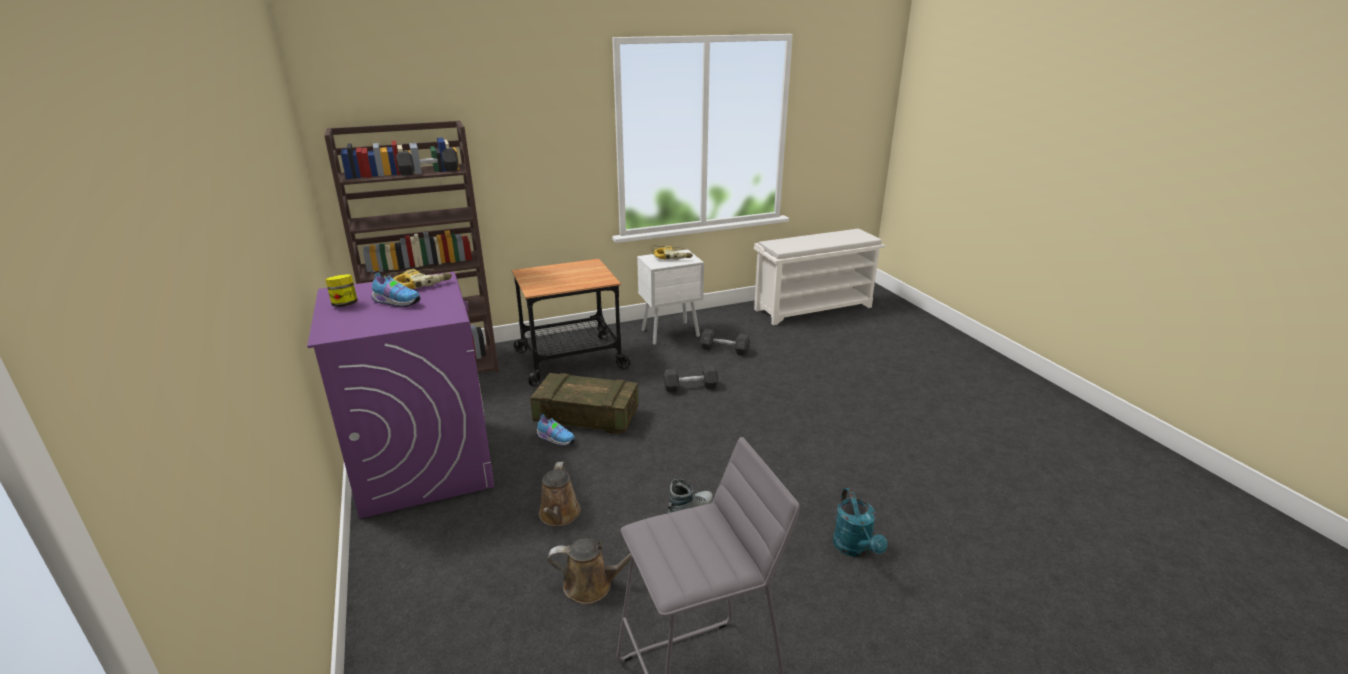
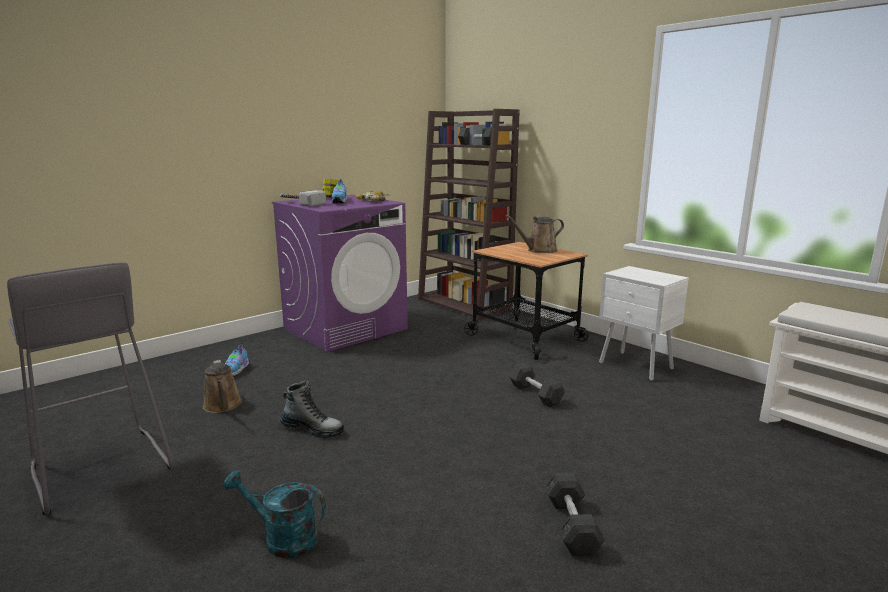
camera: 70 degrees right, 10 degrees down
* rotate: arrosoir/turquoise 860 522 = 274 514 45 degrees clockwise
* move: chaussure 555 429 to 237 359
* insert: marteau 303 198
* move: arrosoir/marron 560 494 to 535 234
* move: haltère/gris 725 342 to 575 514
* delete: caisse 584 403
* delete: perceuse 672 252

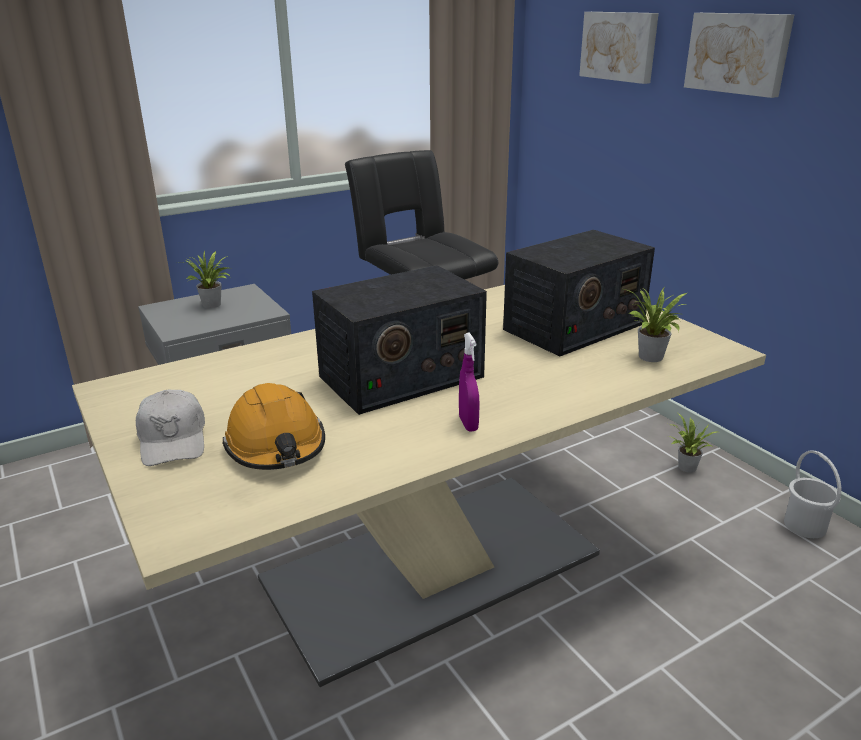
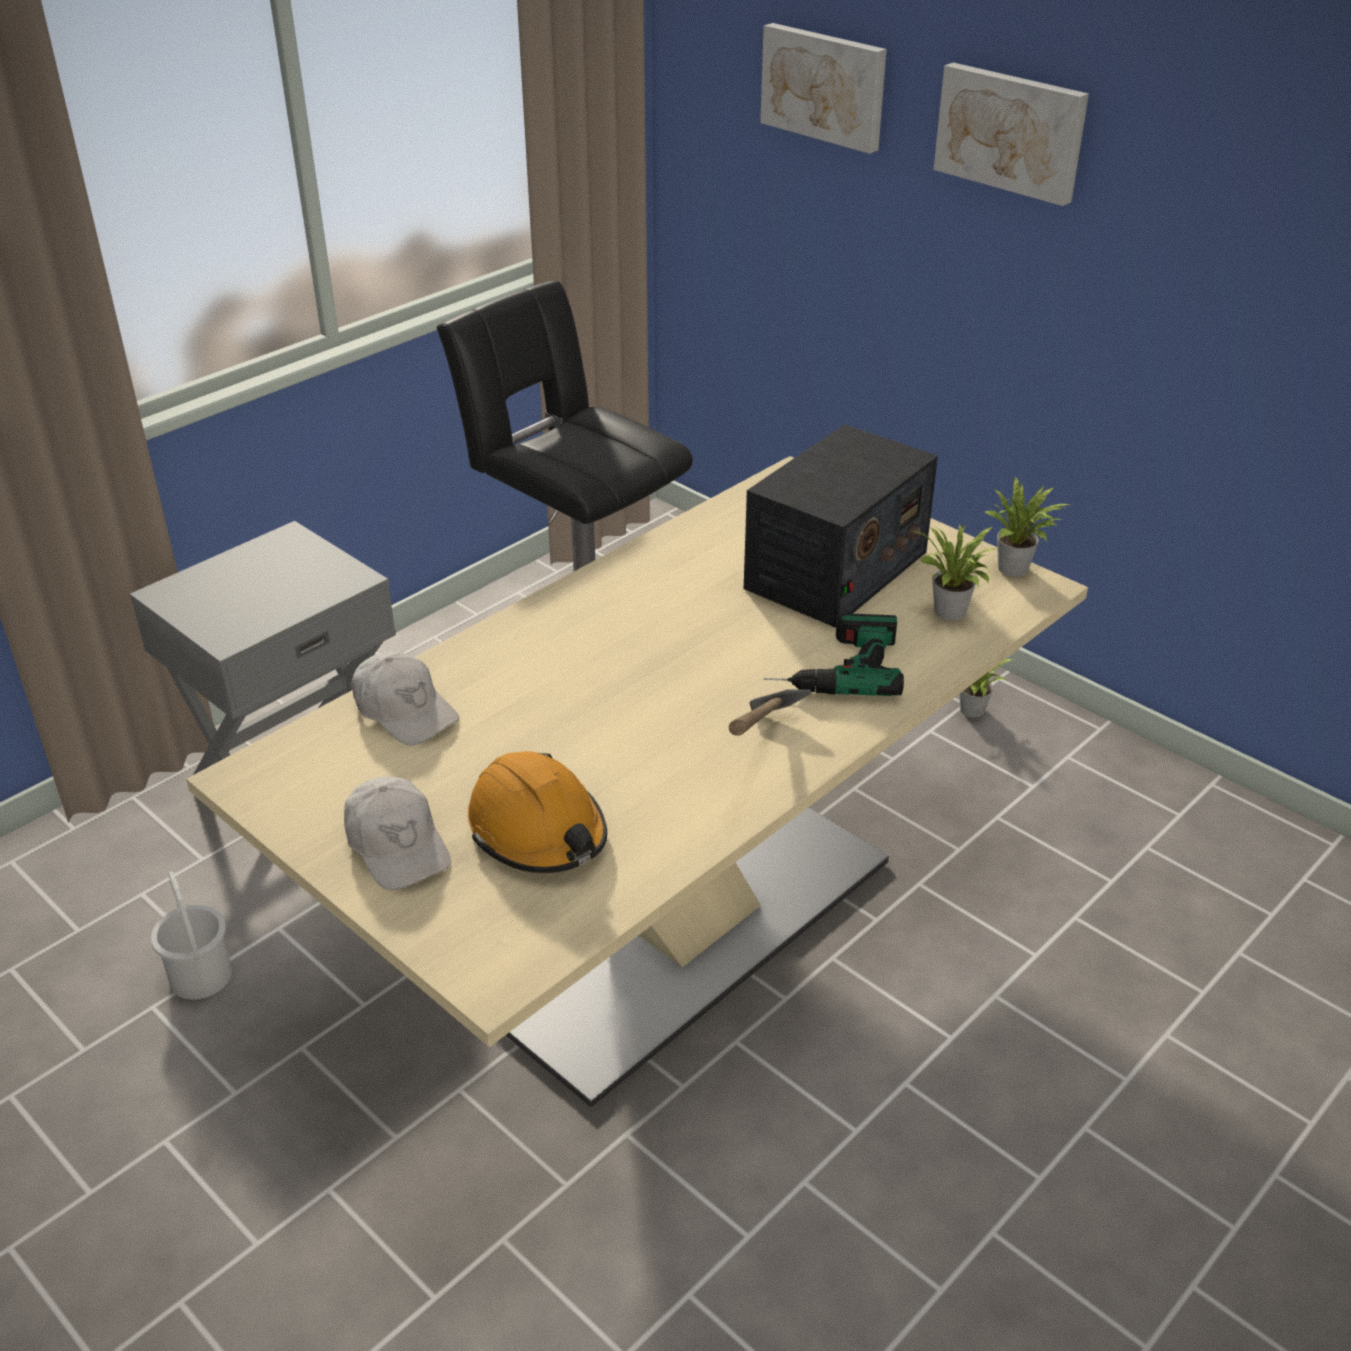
camera: 15 degrees left, 10 degrees up
* move: seau/blanc 812 494 to 191 935
* insert: casquette/blanc 405 698
* replace: vaporisateur/violet 469 382 to marteau 770 712
* insert: perceuse 834 654
* move: plante en pot 207 279 to 1028 527
* delete: radio 399 340

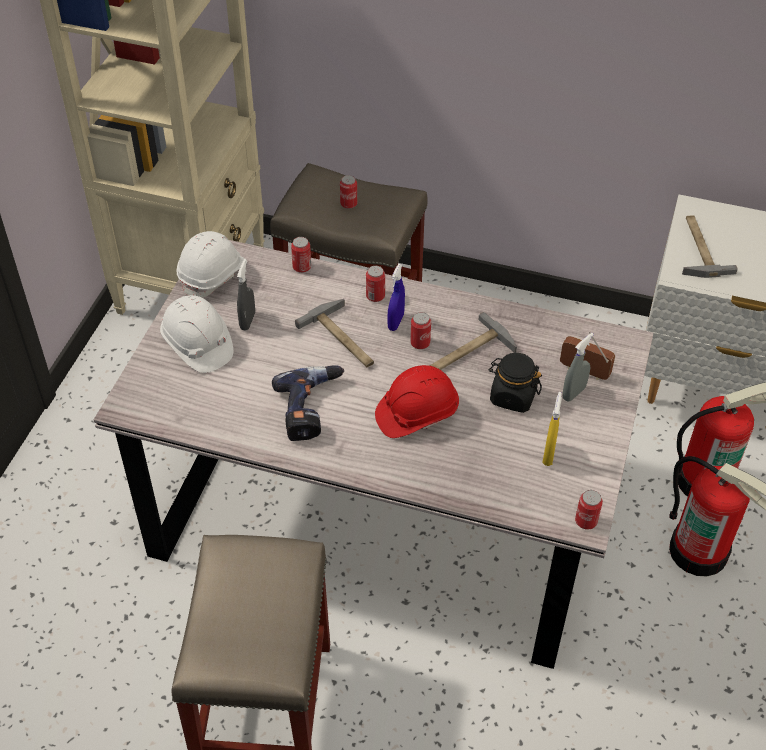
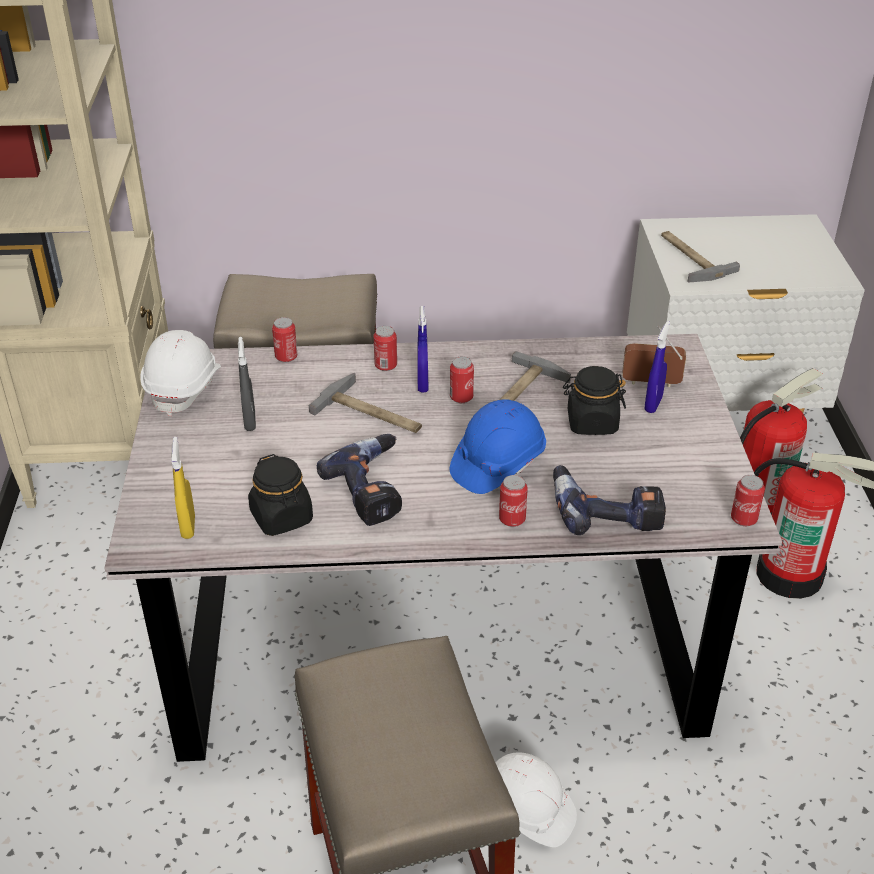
camera: 20 degrees left, 10 degrees down
* move: vaporisateur/jaune 552 429 to 183 488
* insert: bocal/noir 280 495
* recolor: casque de chantier/rouge 417 401 to casque de chantier/bleu 498 446
* move: casque de chantier/blanc 196 334 to 536 800
* move: boîte métallique 348 192 to 513 501
* insert: perceuse 609 500
* recolor: vaporisateur/gris 578 367 to vaporisateur/bleu 657 367

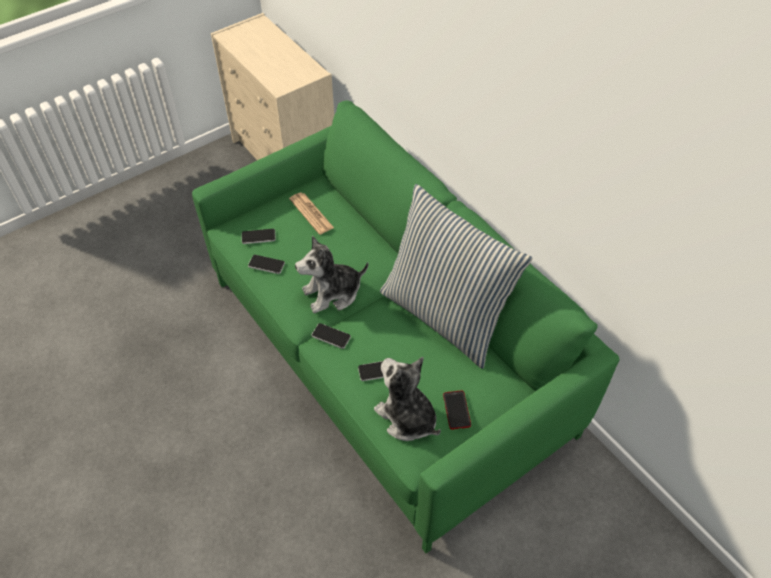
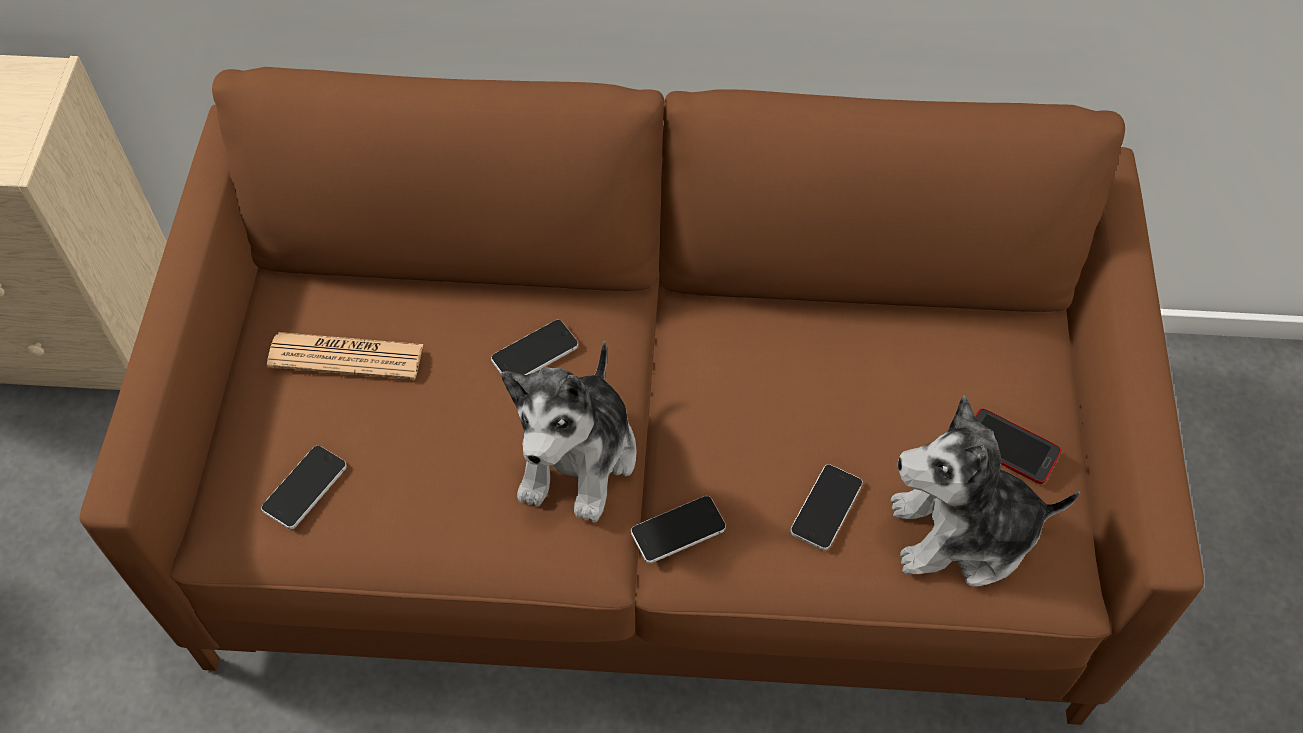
camera: 50 degrees left, 5 degrees up
* recolor: canapé/vert 406 327 to canapé/marron 642 396
* move: téléphone 266 264 to 534 347
* delete: coussin 456 276

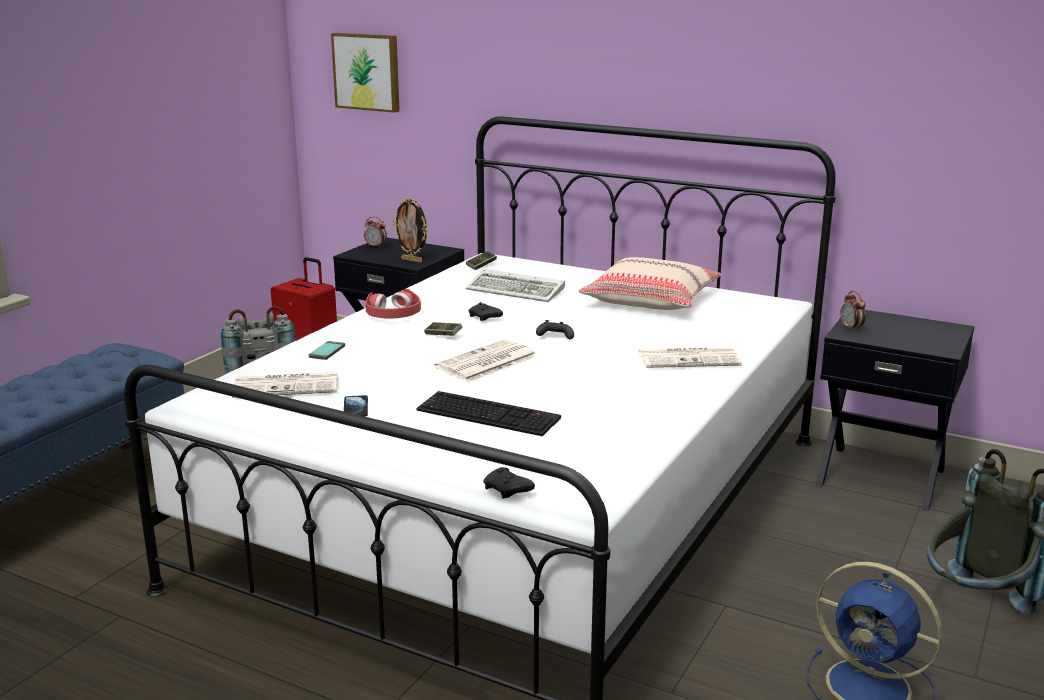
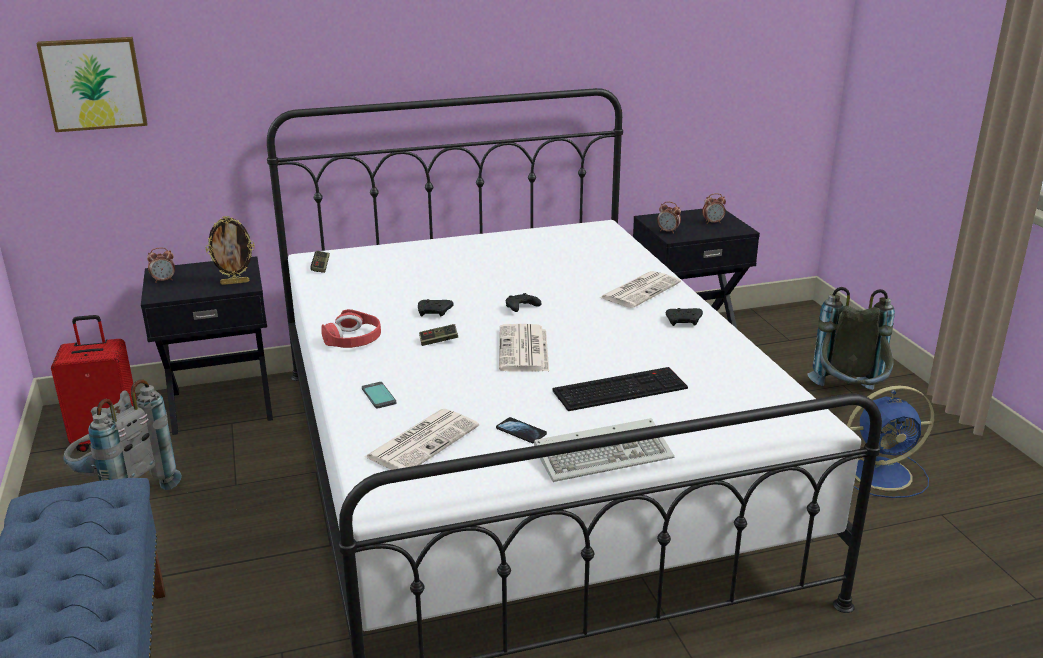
camera: 45 degrees left, 5 degrees up
* move: clavier 515 285 to 604 450
* move: manette/noir 509 483 to 684 317
* insert: réveil 714 208
* delete: coussin/beige 650 283

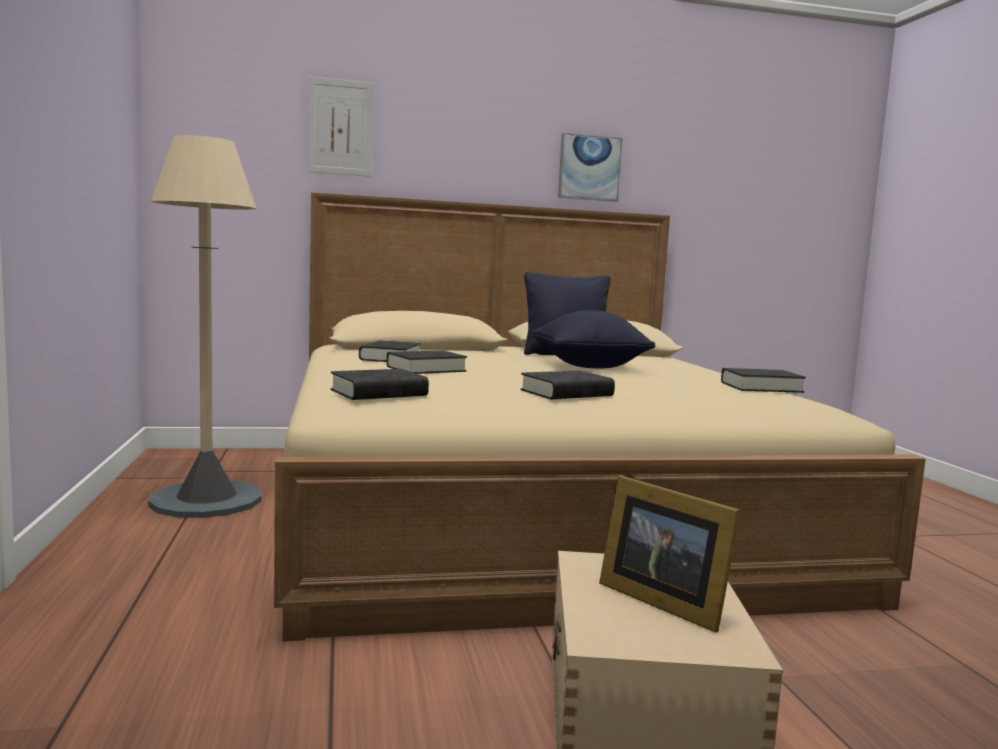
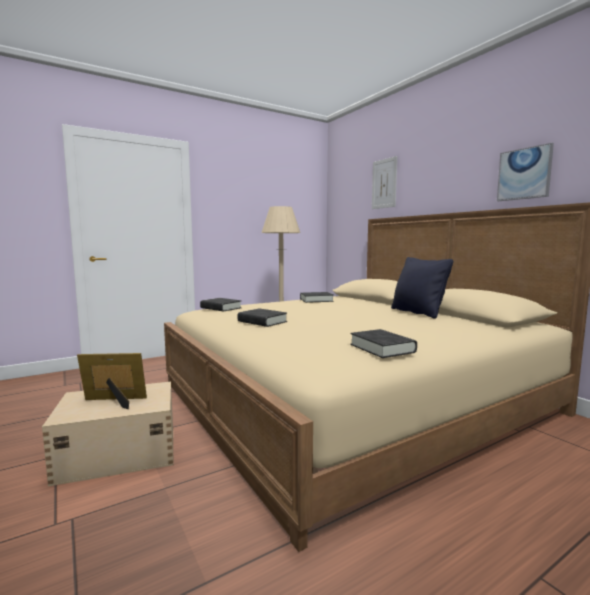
camera: 70 degrees right, 0 degrees up
* rotate: cadre photo 670 554 = 112 381 60 degrees clockwise
* delete: livre/noir 426 362
* delete: coussin/noir 593 339

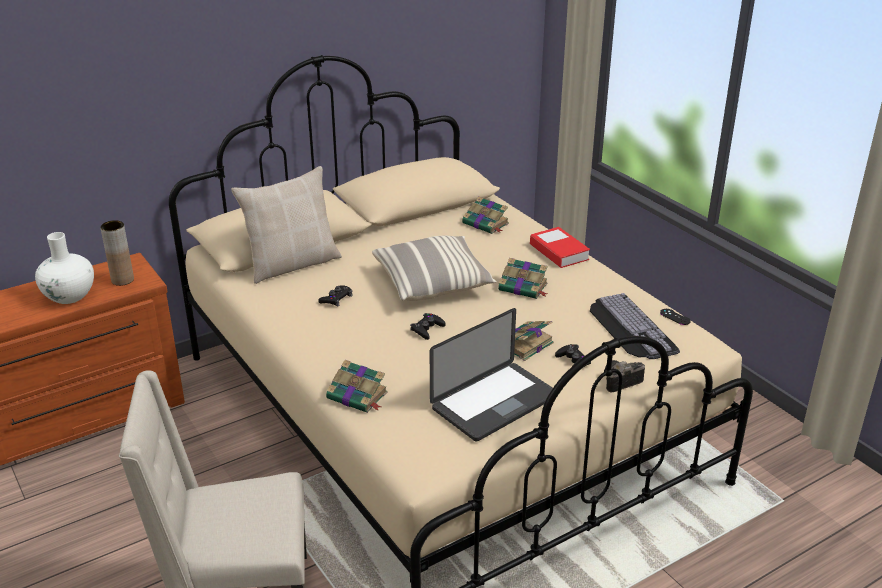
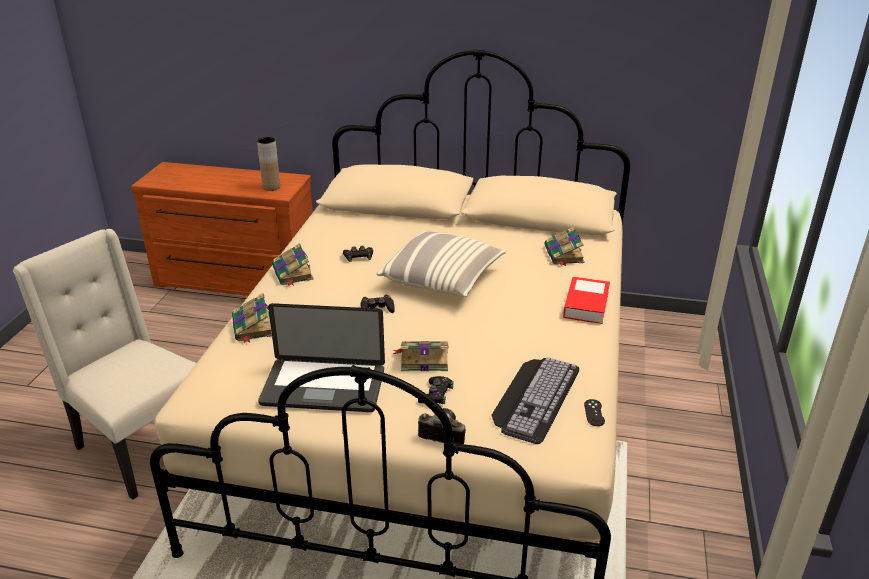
camera: 45 degrees right, 0 degrees up
* move: livre 523 278 to 293 264
* delete: vase/blanc 64 268
* delete: coussin/beige 286 225

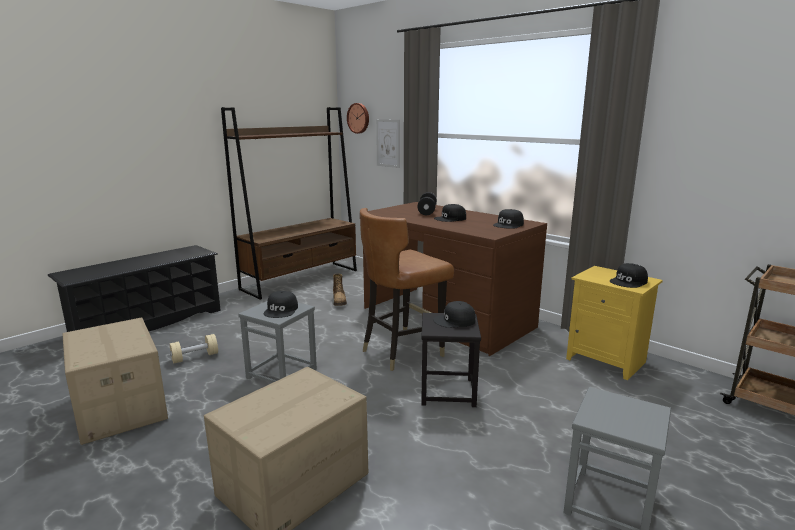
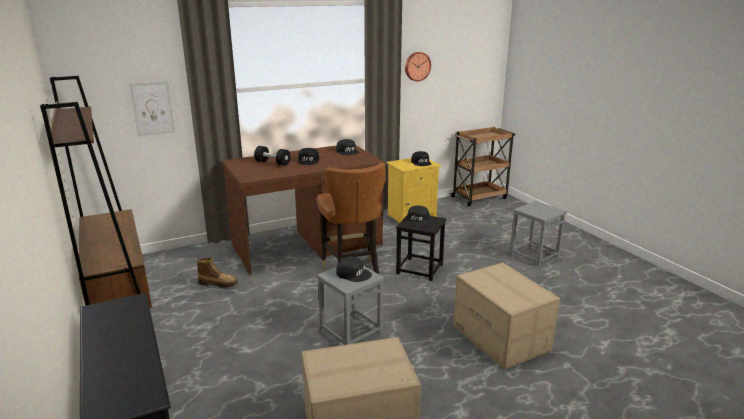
camera: 70 degrees left, 5 degrees up
* move: horloge murale 358 118 to 418 66
* delete: haltère/beige 194 349

